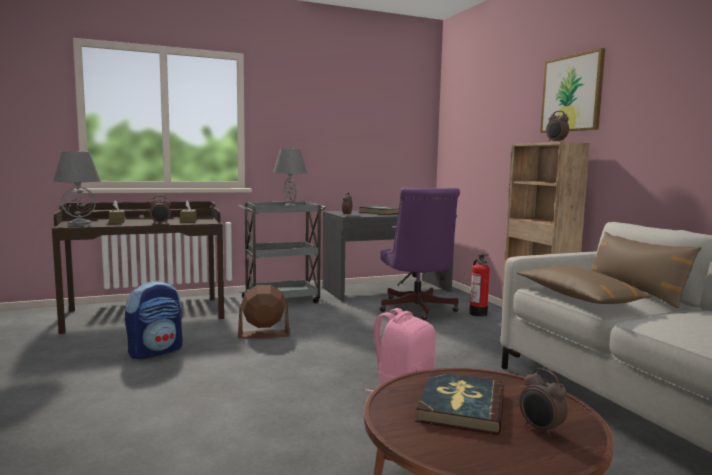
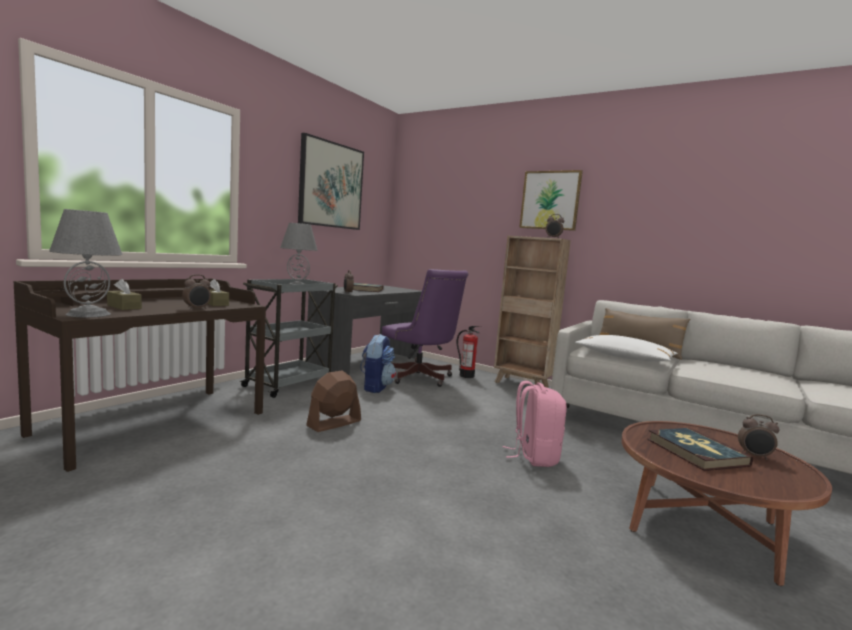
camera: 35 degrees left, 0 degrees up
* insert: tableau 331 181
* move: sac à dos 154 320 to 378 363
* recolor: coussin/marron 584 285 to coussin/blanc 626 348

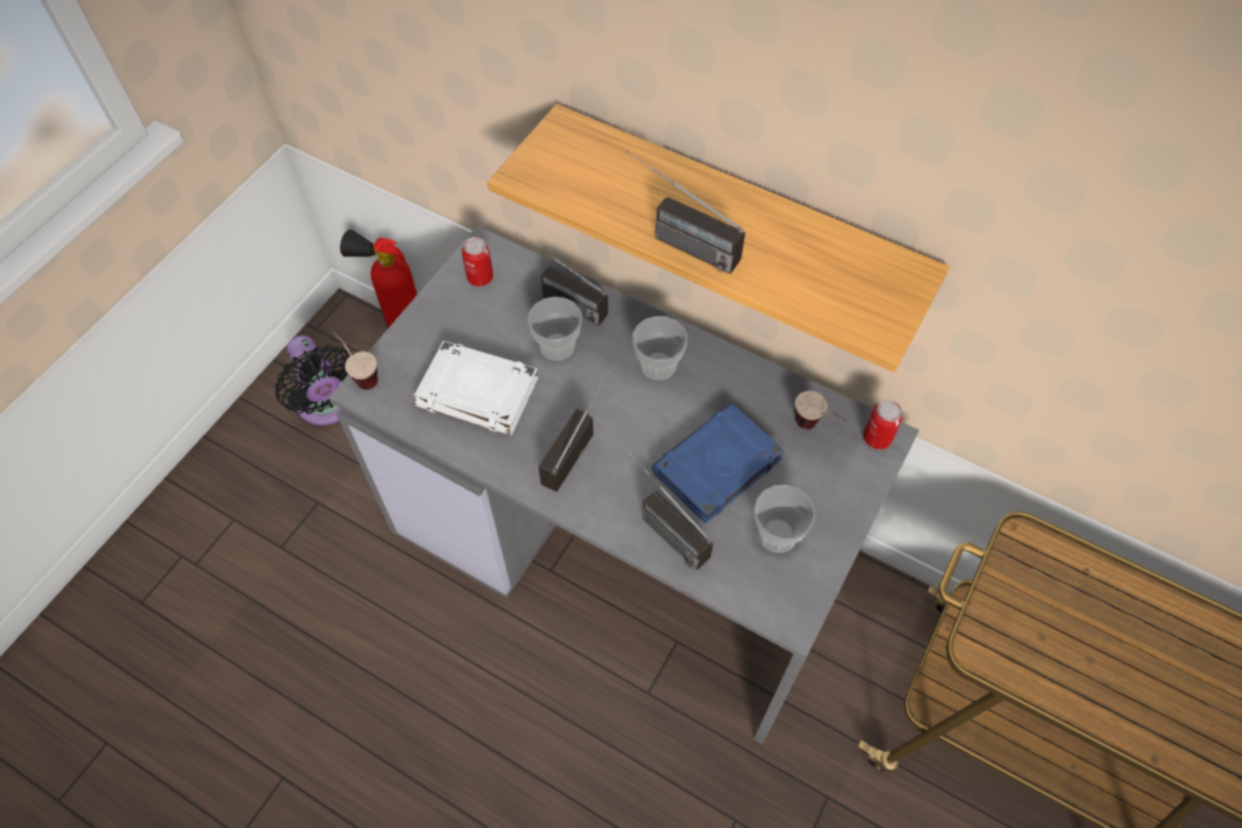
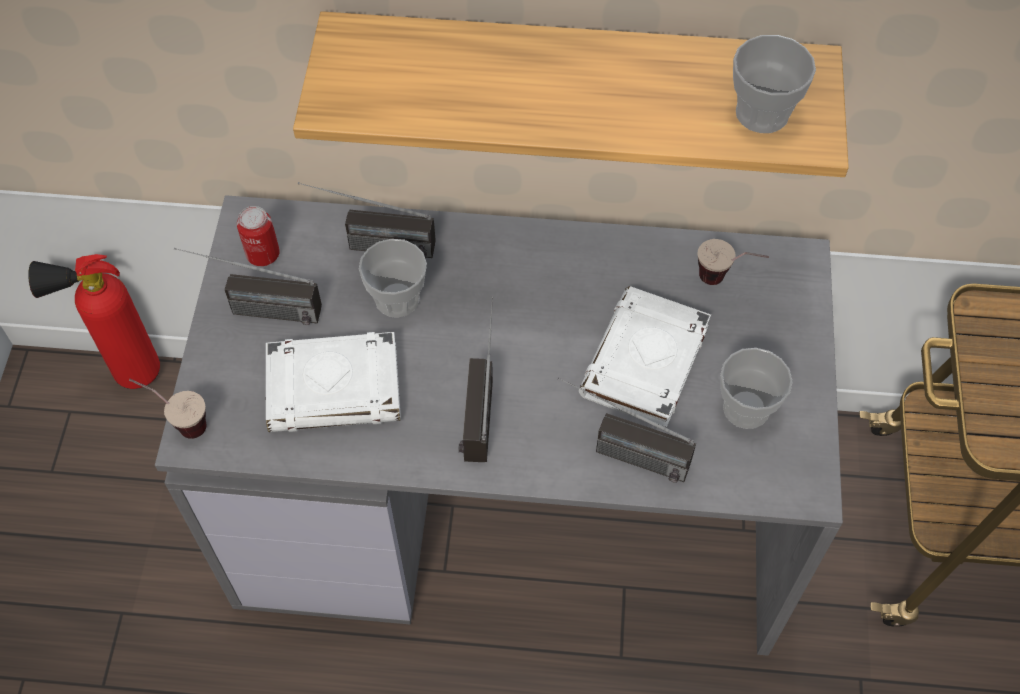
camera: 25 degrees left, 0 degrees up
* move: radio 685 212 to 248 286
* recolor: livre/bleu 718 463 to livre/blanc 645 357
* move: tasse 659 348 to 774 84
* delete: ventilateur/noir 314 380
* delete: boîte métallique 883 424

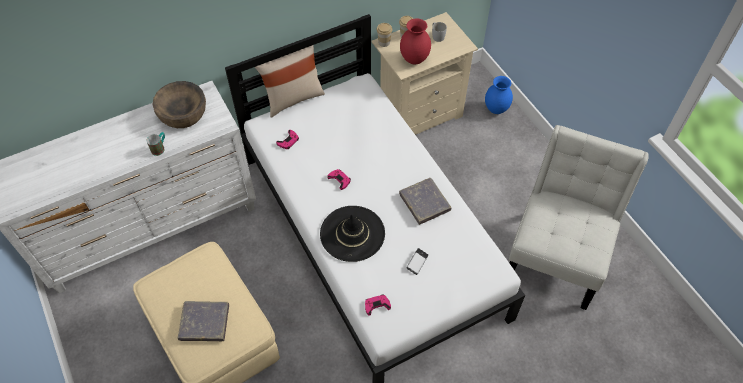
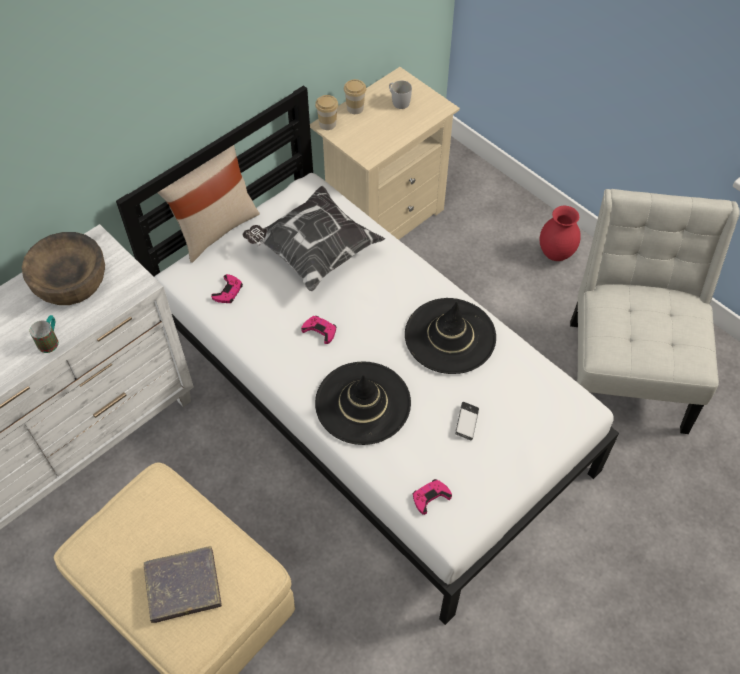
camera: 15 degrees left, 0 degrees up
* insert: coussin 314 238
* replace: livre/gris 425 201 to chapeau/noir 450 336
* move: vase/rouge 415 41 to 560 233
* delete: vase/bleu 499 95

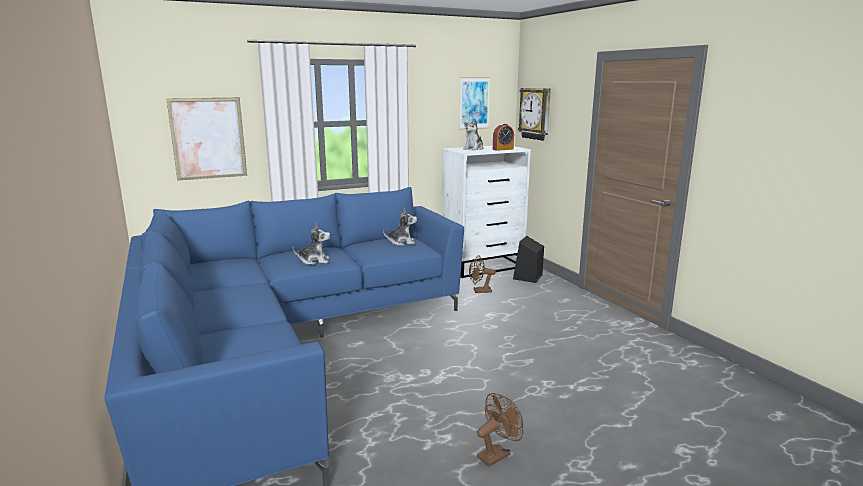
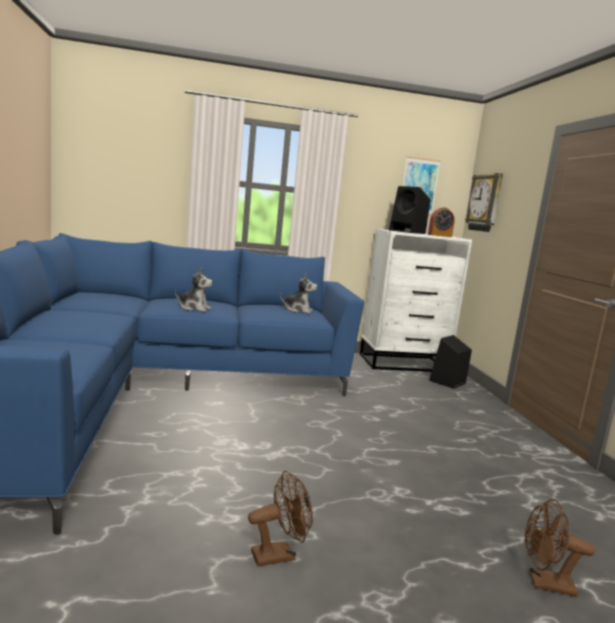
camera: 15 degrees right, 5 degrees down
* replace: peluche 473 134 to enceinte/noir 410 210
* move: ventilateur/marron 482 274 to 560 548
* delete: tableau 206 139

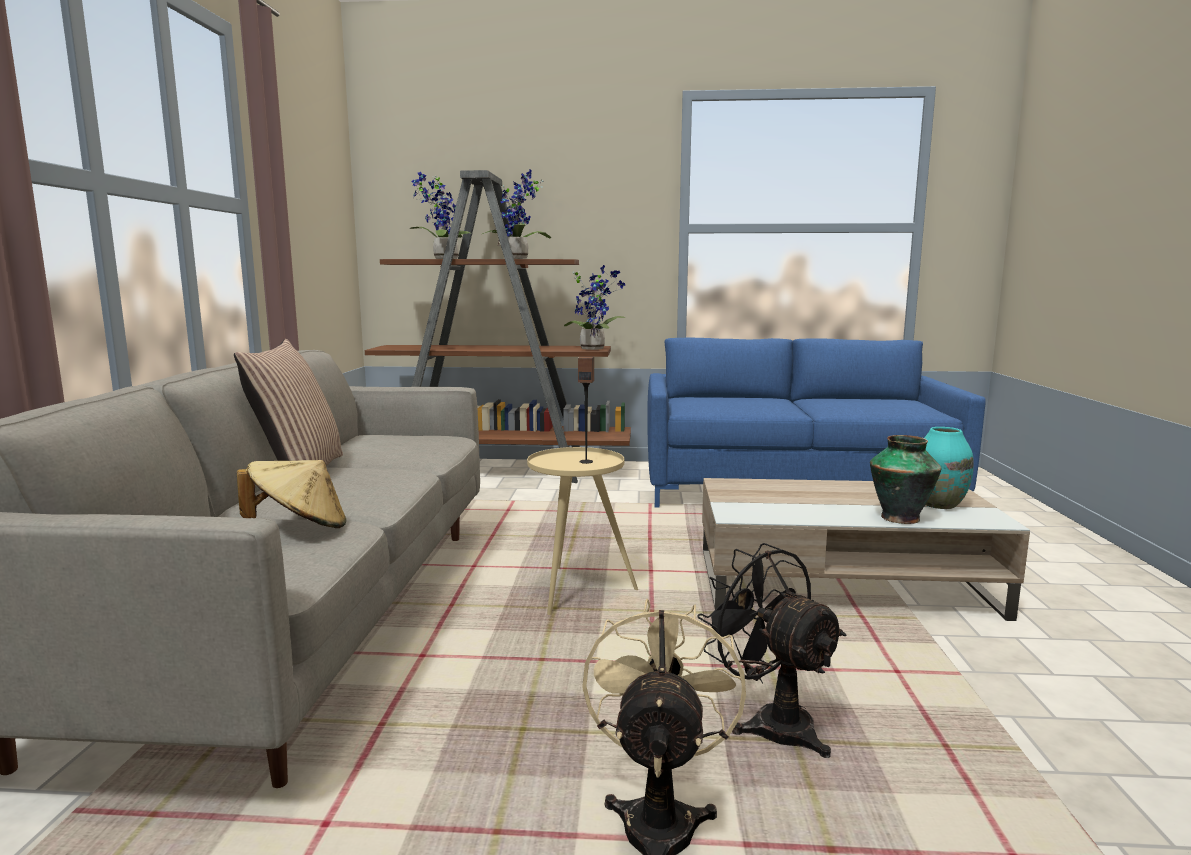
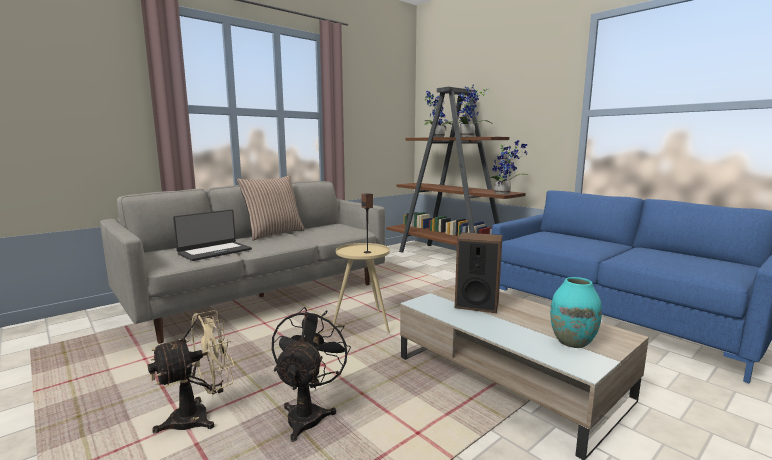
camera: 45 degrees right, 0 degrees up
* replace: chapeau/beige 291 494 to ordinateur portable 212 235
* insert: enceinte 479 272
* delete: vase 905 479

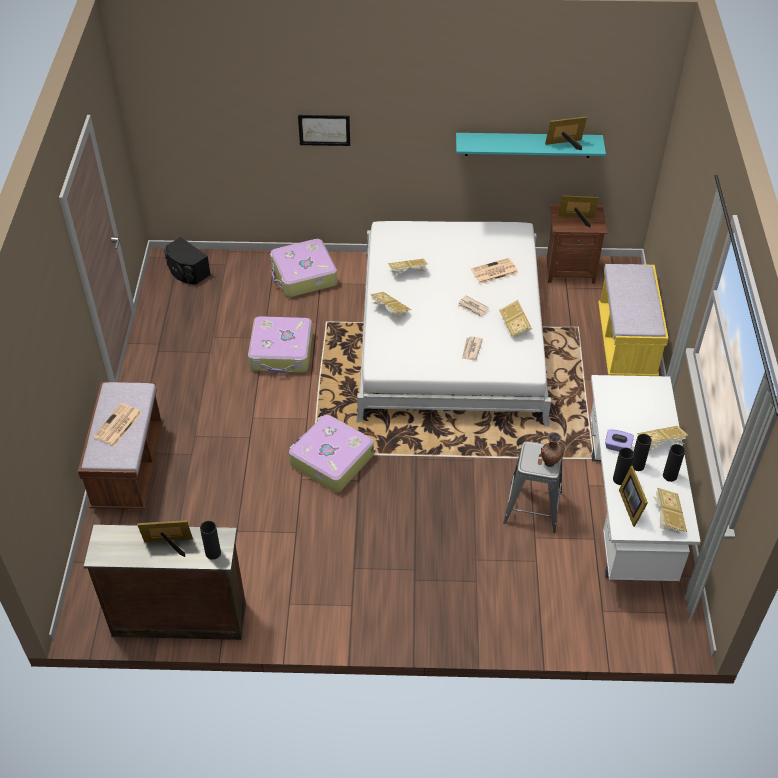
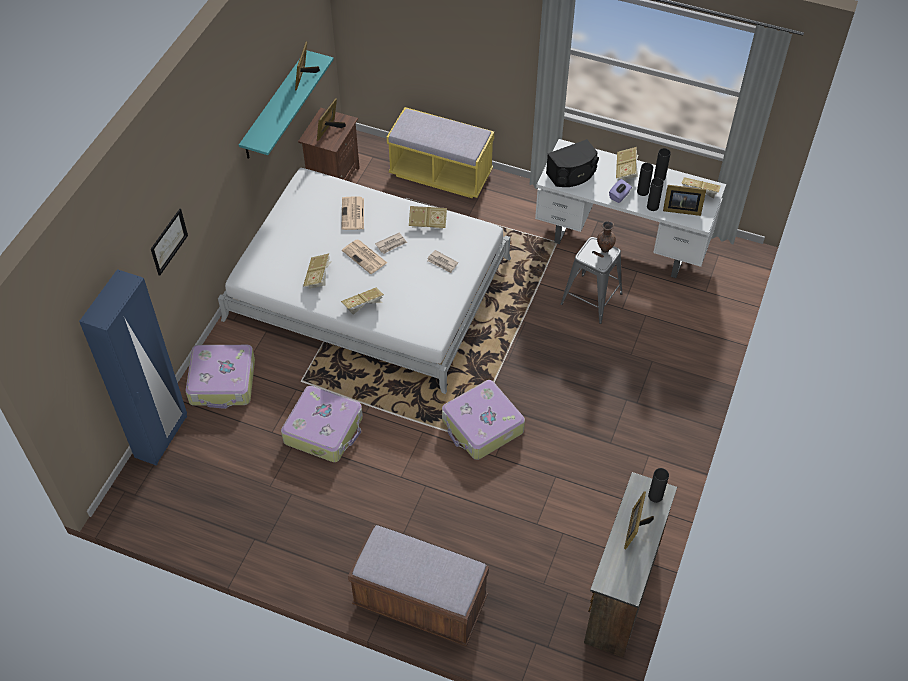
camera: 70 degrees left, 5 degrees up
* insert: armoire/bleu 133 367
* move: journal 117 424 to 364 257
* move: enceinte/noir 187 261 to 572 163

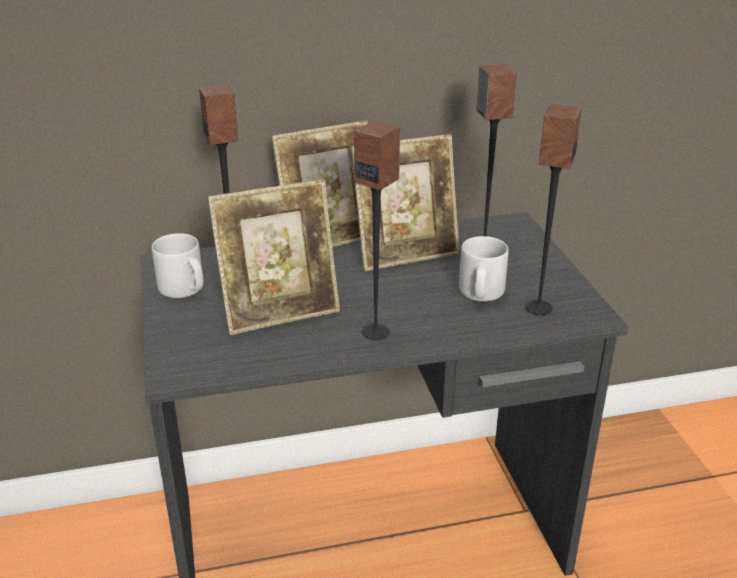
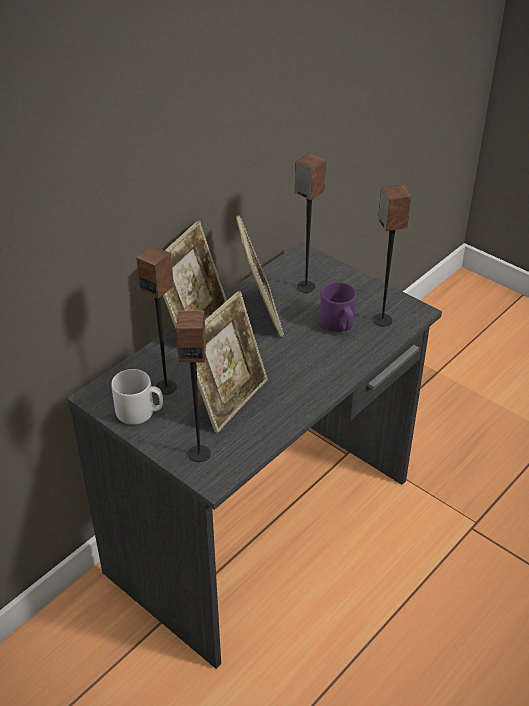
camera: 35 degrees left, 10 degrees up
* move: enceinte 377 230 to 193 386
* rotate: cadre photo 405 202 = 260 276 45 degrees counterclockwise
* recolor: mug/gris 484 268 to mug/violet 338 307

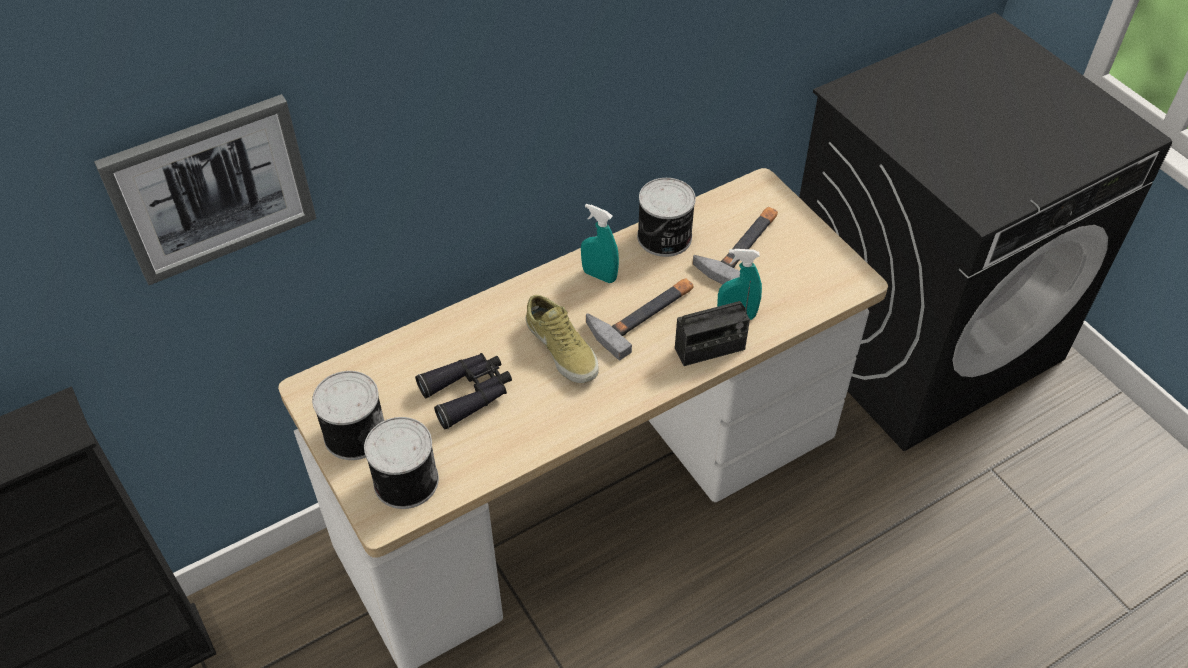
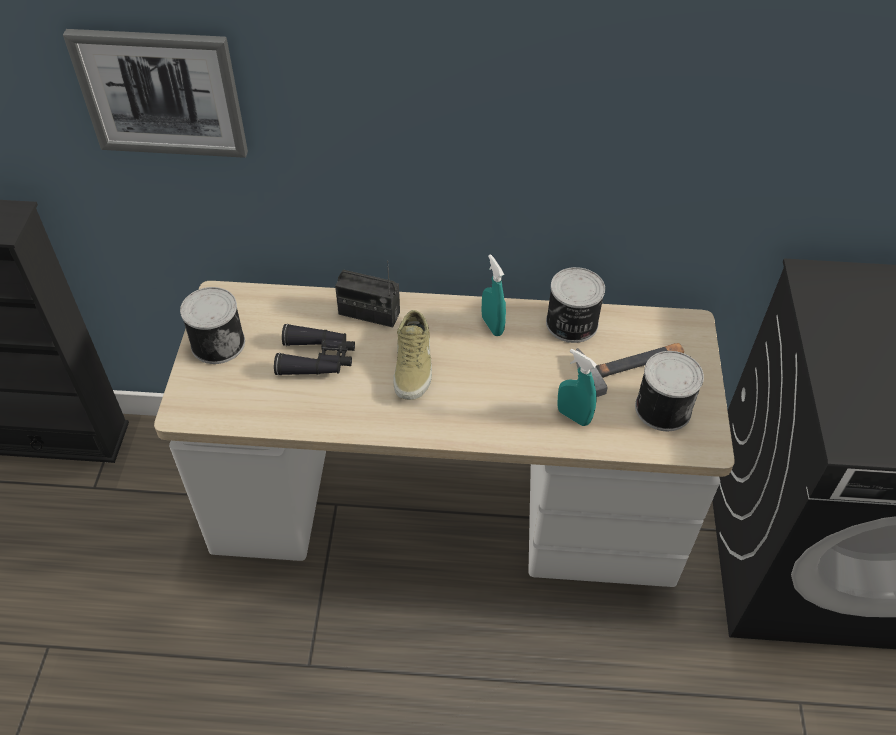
camera: 35 degrees right, 0 degrees up
* move: radio 713 323 to 367 294
* move: boîte métallique 401 463 to 669 391
* delete: marteau 640 319

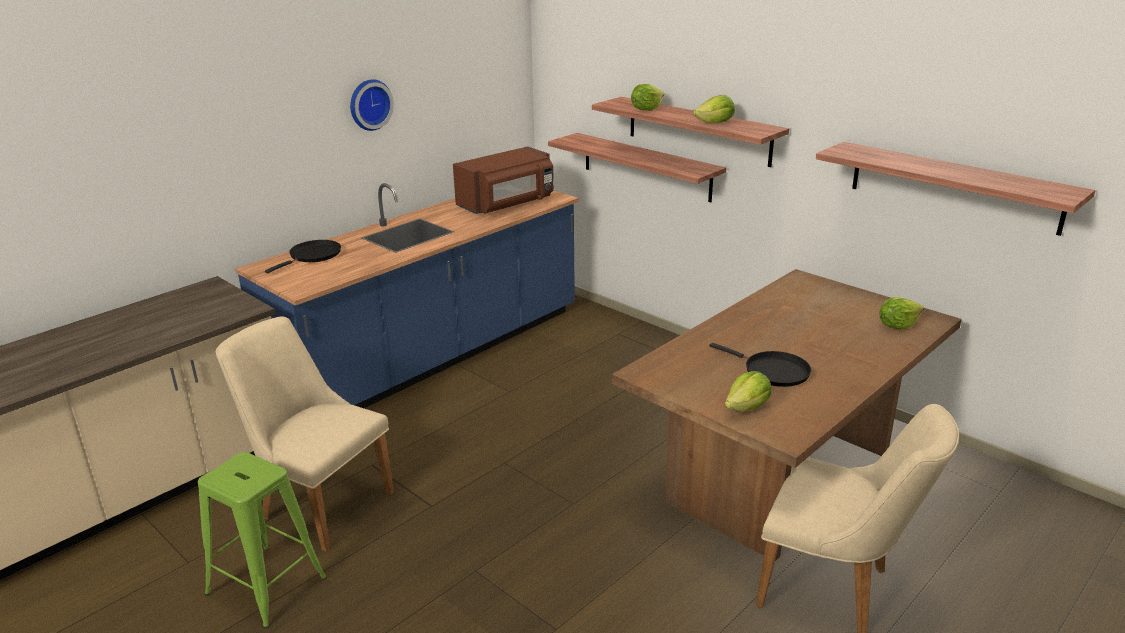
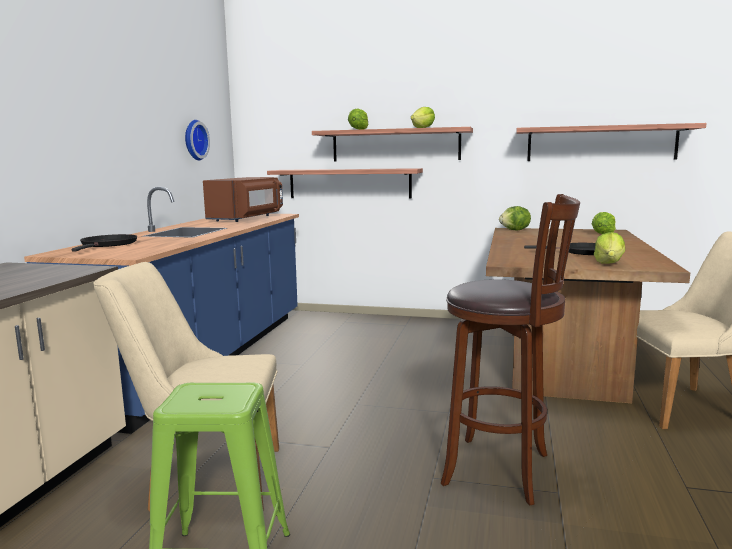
camera: 30 degrees left, 15 degrees down
* move: horloge murale 372 105 to 197 140
* insert: tabouret/marron 510 349
* insert: laitue 515 218

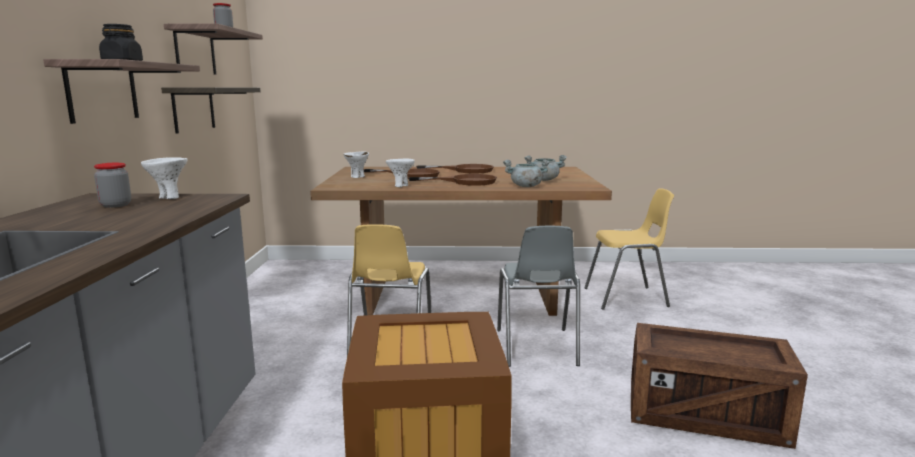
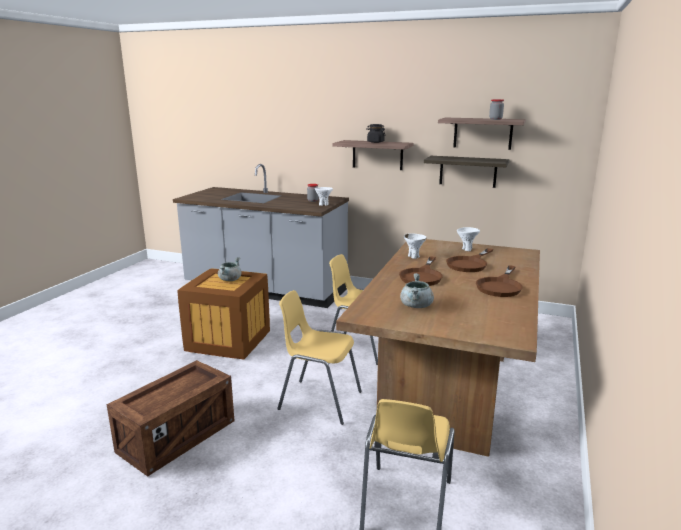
camera: 110 degrees right, 5 degrees up
* move: marmite/gris 526 173 to 230 269
* recolor: chaise/gris 538 296 to chaise/jaune 319 357

